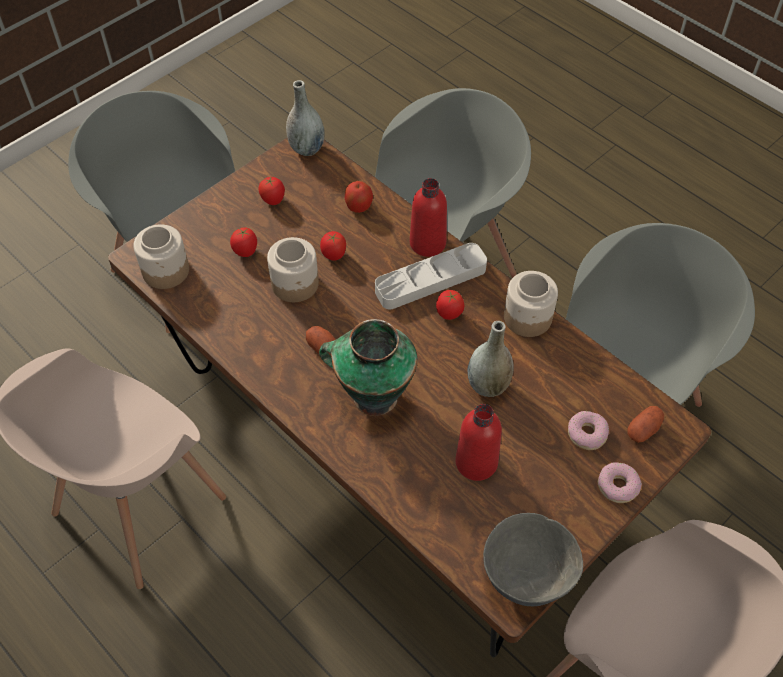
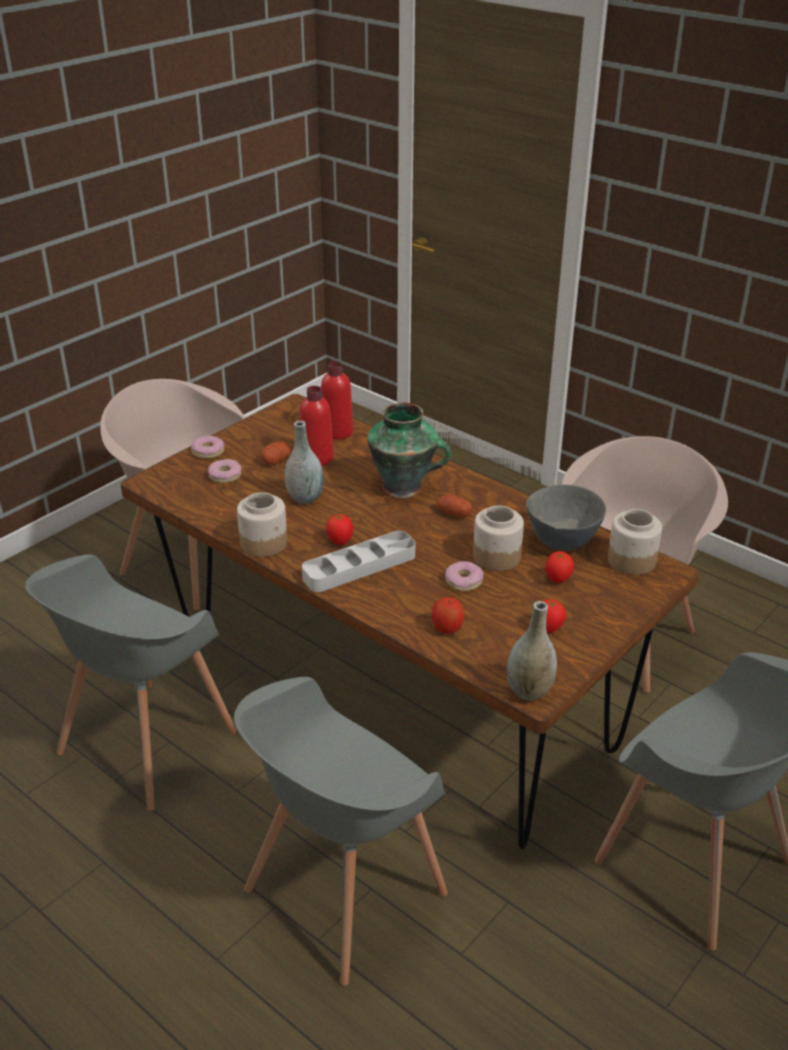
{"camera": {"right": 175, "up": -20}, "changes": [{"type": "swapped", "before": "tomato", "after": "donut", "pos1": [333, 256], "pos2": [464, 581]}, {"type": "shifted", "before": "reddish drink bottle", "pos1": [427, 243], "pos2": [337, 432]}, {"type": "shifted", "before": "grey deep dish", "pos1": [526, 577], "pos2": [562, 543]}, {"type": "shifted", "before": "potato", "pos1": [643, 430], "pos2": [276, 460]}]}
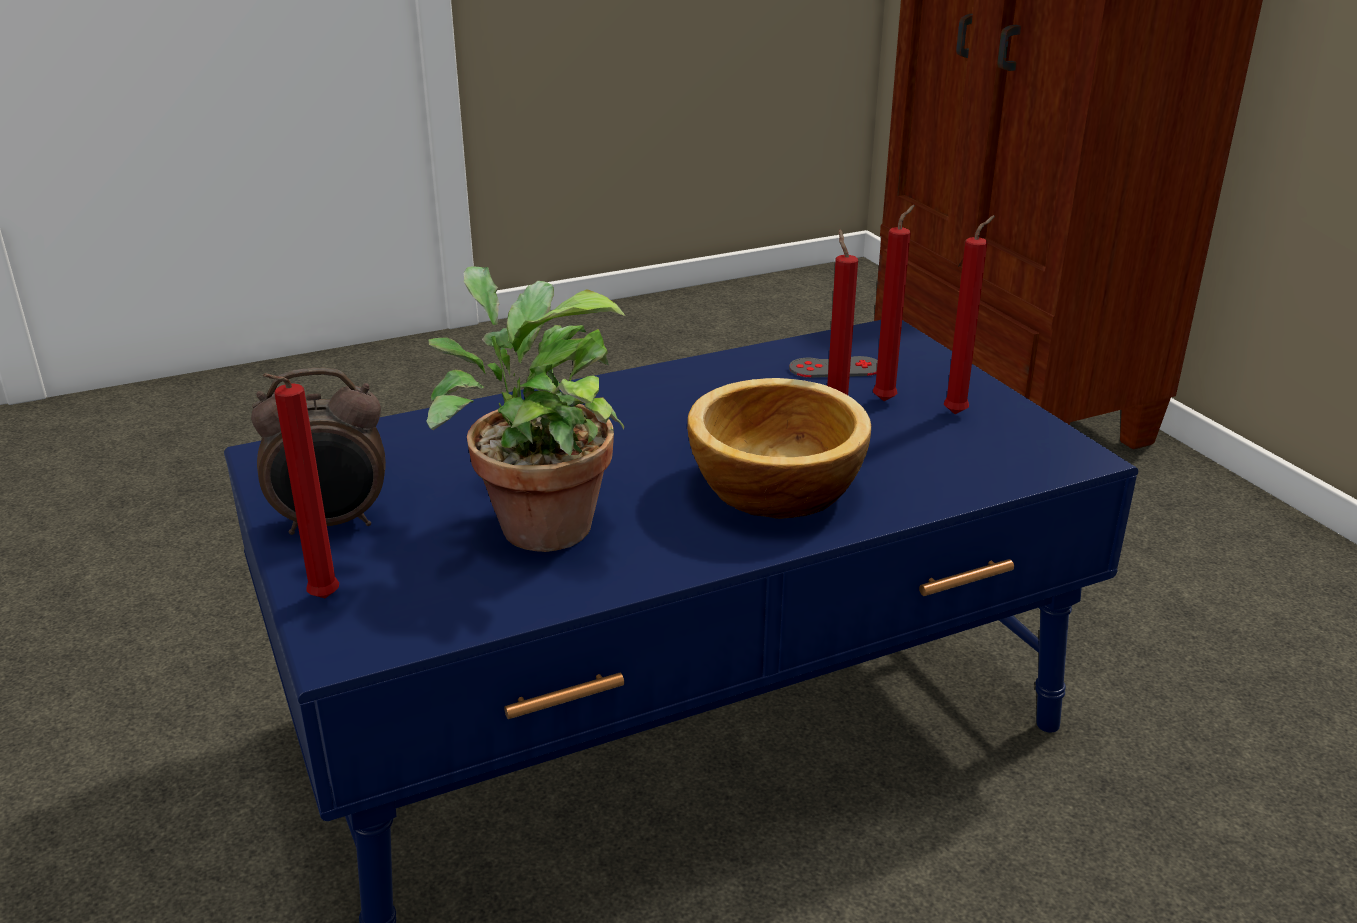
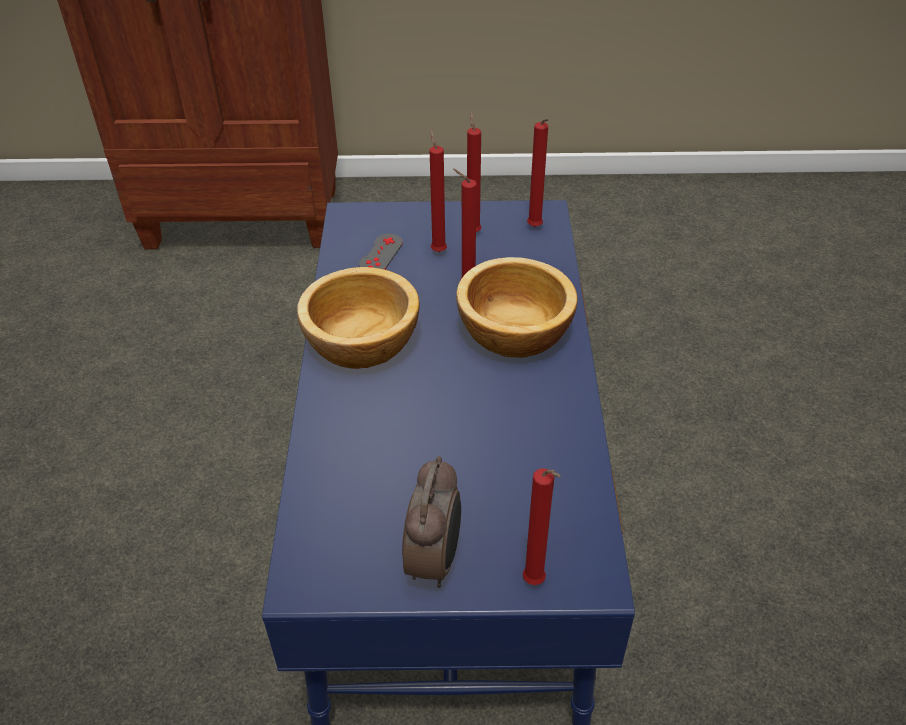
{"camera": {"right": -65, "up": 15}, "changes": [{"type": "gone", "before": "houseplant", "pos1": [536, 523]}, {"type": "new", "after": "deep dish", "pos2": [361, 344]}, {"type": "new", "after": "reddish wax candle", "pos2": [535, 228]}]}
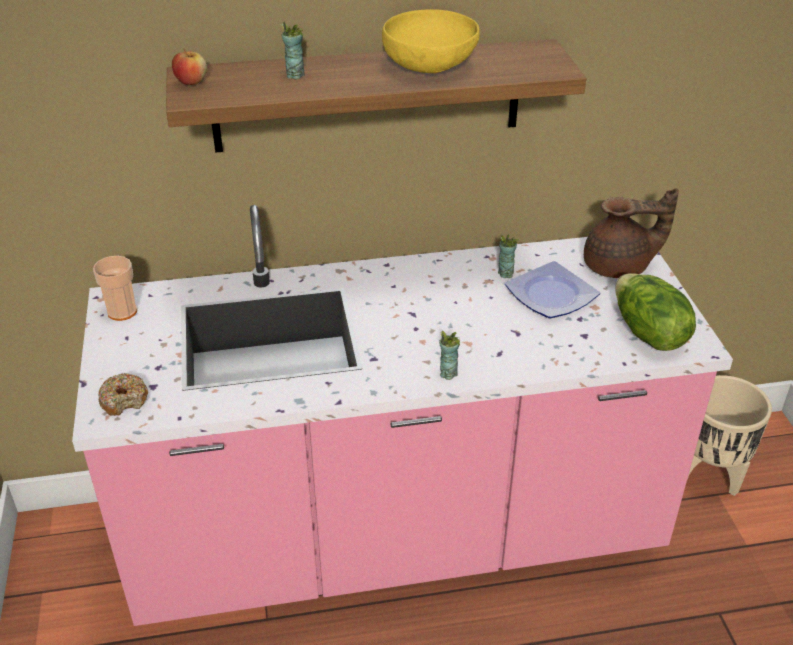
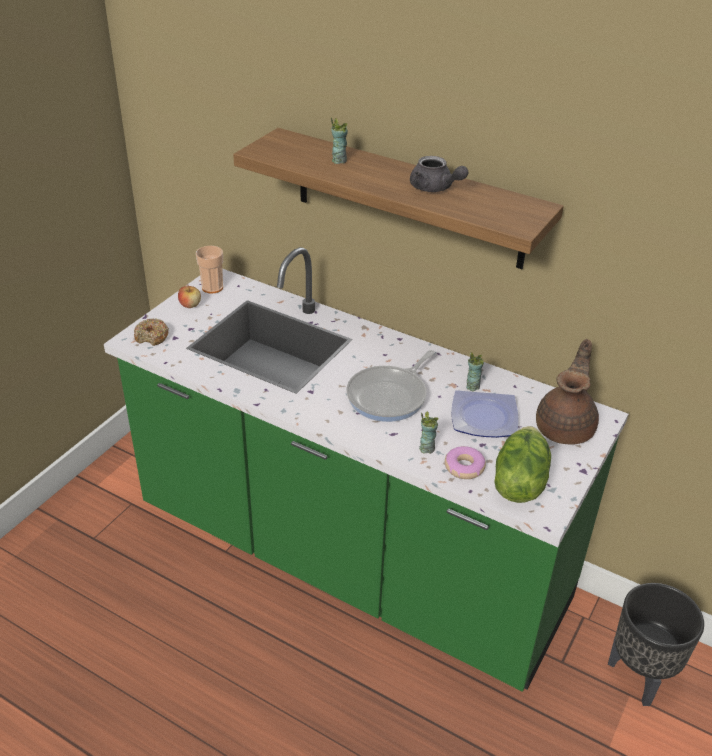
{"camera": {"right": 40, "up": 0}, "changes": [{"type": "repainted", "before": "pinkish kitchen counter", "after": "greenish kitchen counter", "pos1": [396, 539], "pos2": [350, 559]}, {"type": "shifted", "before": "apple fruit", "pos1": [191, 82], "pos2": [190, 305]}, {"type": "swapped", "before": "yellowish deep dish", "after": "grey teapot", "pos1": [431, 65], "pos2": [435, 188]}, {"type": "shifted", "before": "drinking cup", "pos1": [448, 373], "pos2": [426, 448]}, {"type": "rotated", "before": "brown-coloured teapot", "pos1": [619, 267], "pos2": [566, 427], "turn": -105}, {"type": "repainted", "before": "beige plant pot", "after": "black plant pot", "pos1": [708, 475], "pos2": [638, 676]}, {"type": "new", "after": "pan", "pos2": [390, 396]}, {"type": "new", "after": "donut", "pos2": [464, 467]}]}
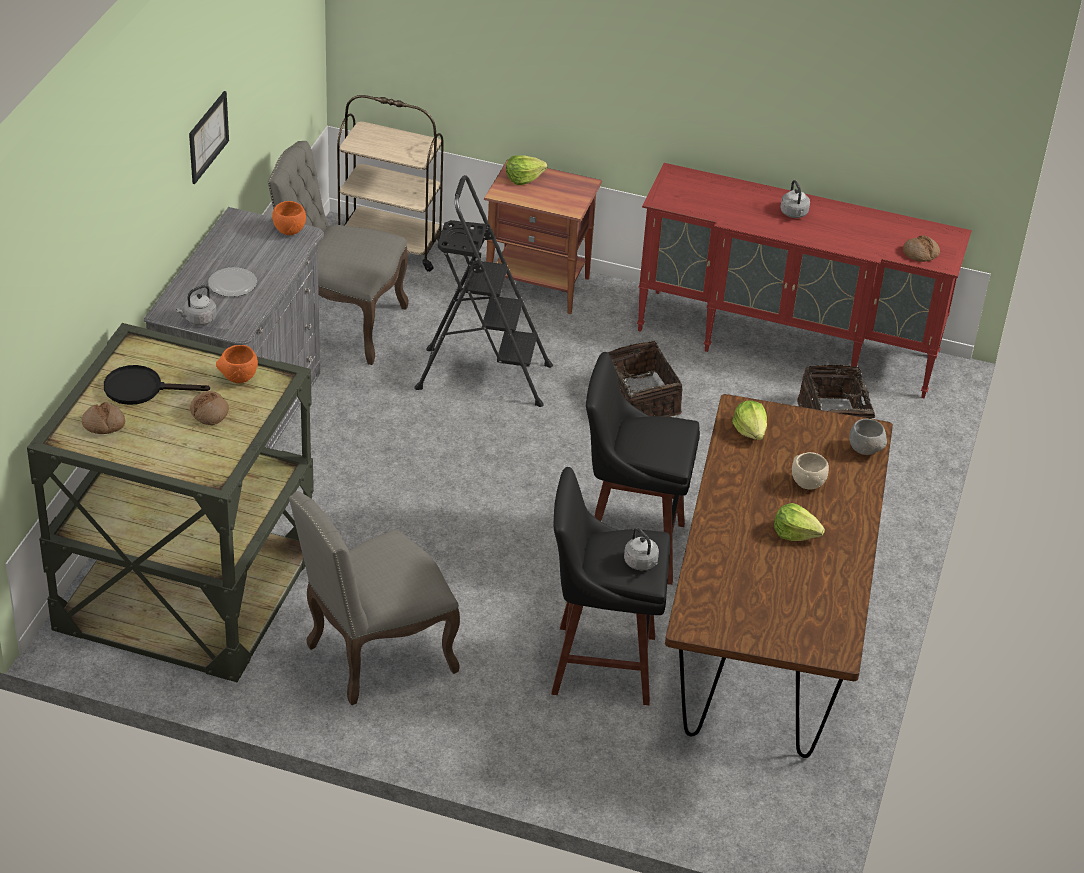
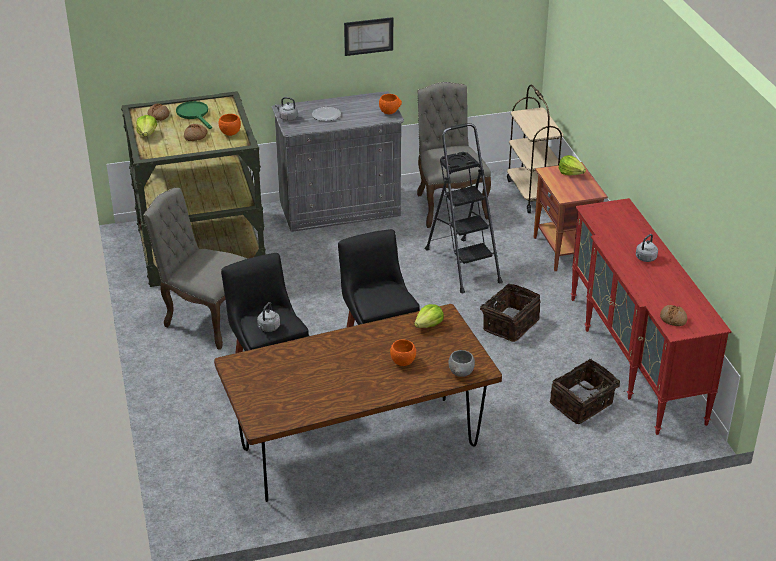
{"camera": {"right": 60, "up": -5}, "changes": [{"type": "repainted", "before": "black pan", "after": "greenish pan", "pos1": [142, 389], "pos2": [194, 114]}, {"type": "shifted", "before": "lettuce", "pos1": [795, 533], "pos2": [147, 134]}, {"type": "repainted", "before": "beige deep dish", "after": "orange-coloured deep dish", "pos1": [807, 484], "pos2": [403, 362]}]}
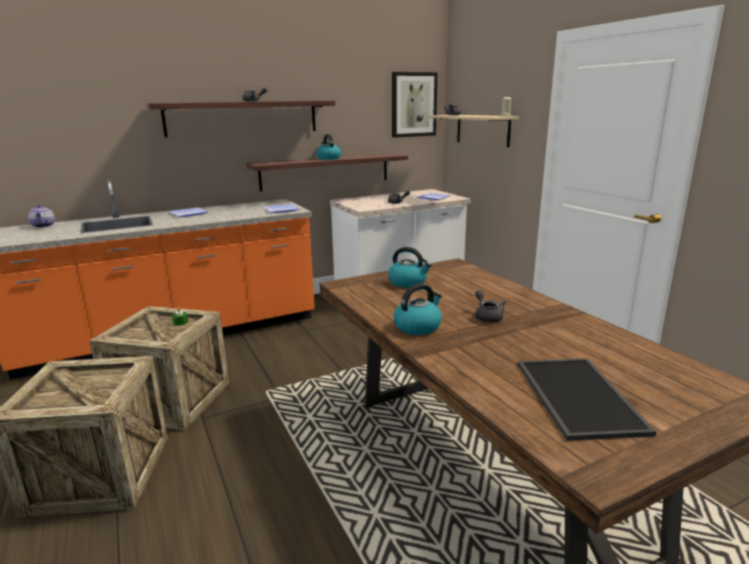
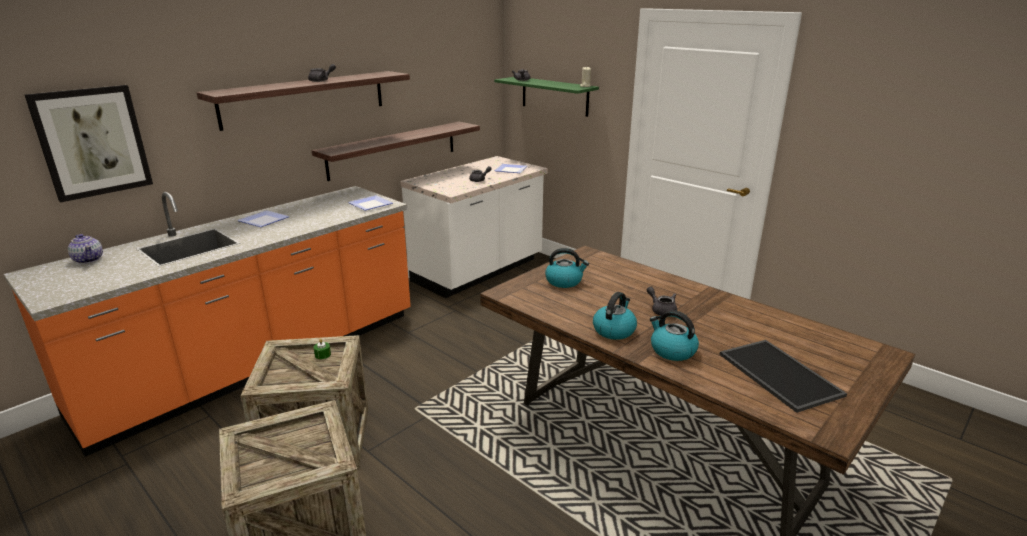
{"camera": {"right": -20, "up": 5}, "changes": [{"type": "shifted", "before": "kettle", "pos1": [328, 158], "pos2": [672, 350]}, {"type": "shifted", "before": "wall art", "pos1": [413, 105], "pos2": [92, 142]}, {"type": "repainted", "before": "beige shelf", "after": "greenish shelf", "pos1": [482, 130], "pos2": [554, 96]}]}
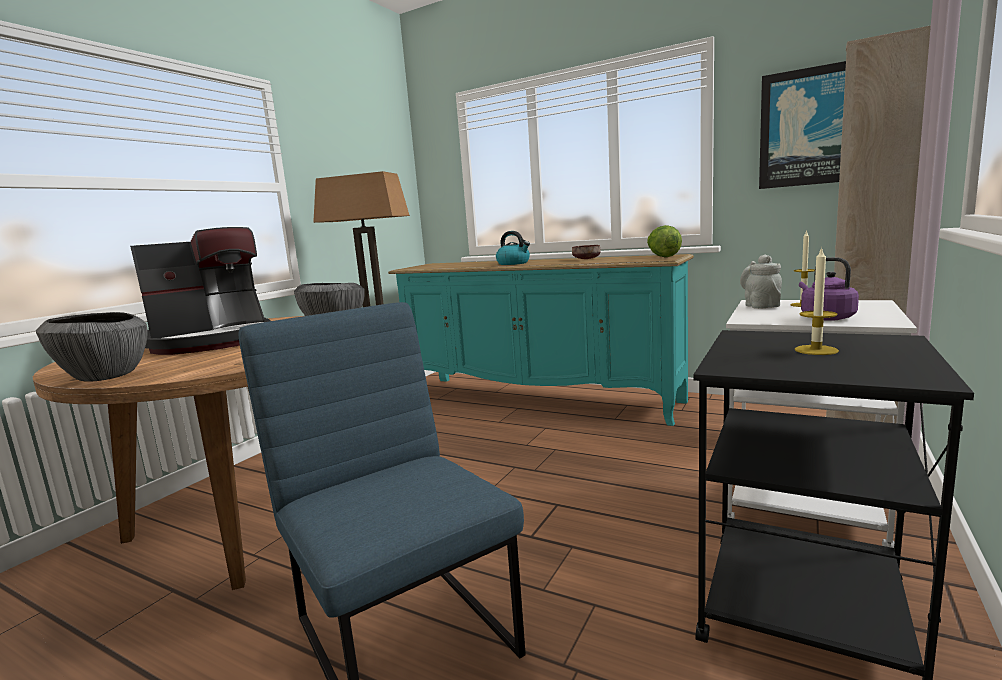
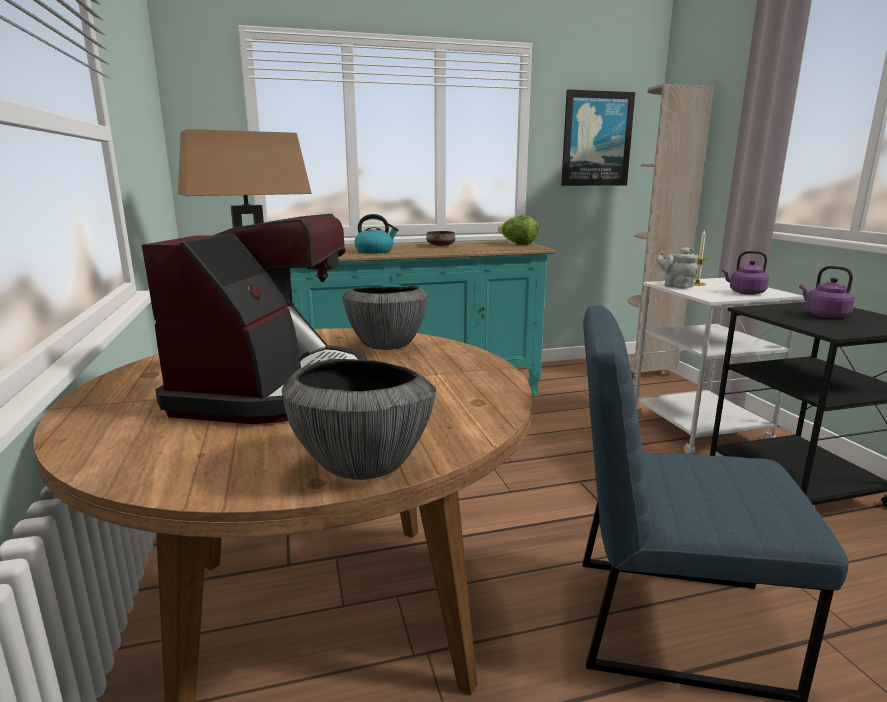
{"camera": {"right": -45, "up": 5}, "changes": [{"type": "swapped", "before": "wax candle", "after": "purple-coloured kettle", "pos1": [816, 350], "pos2": [823, 315]}]}
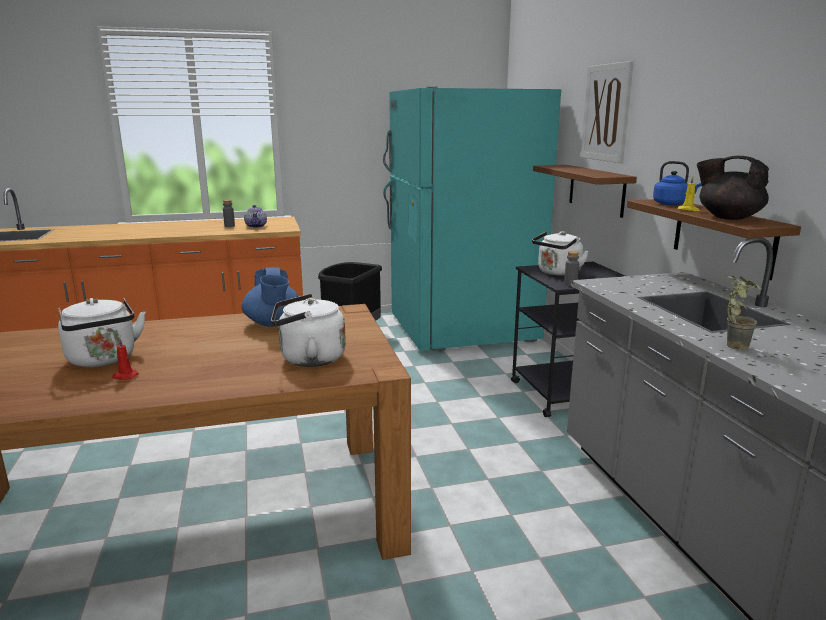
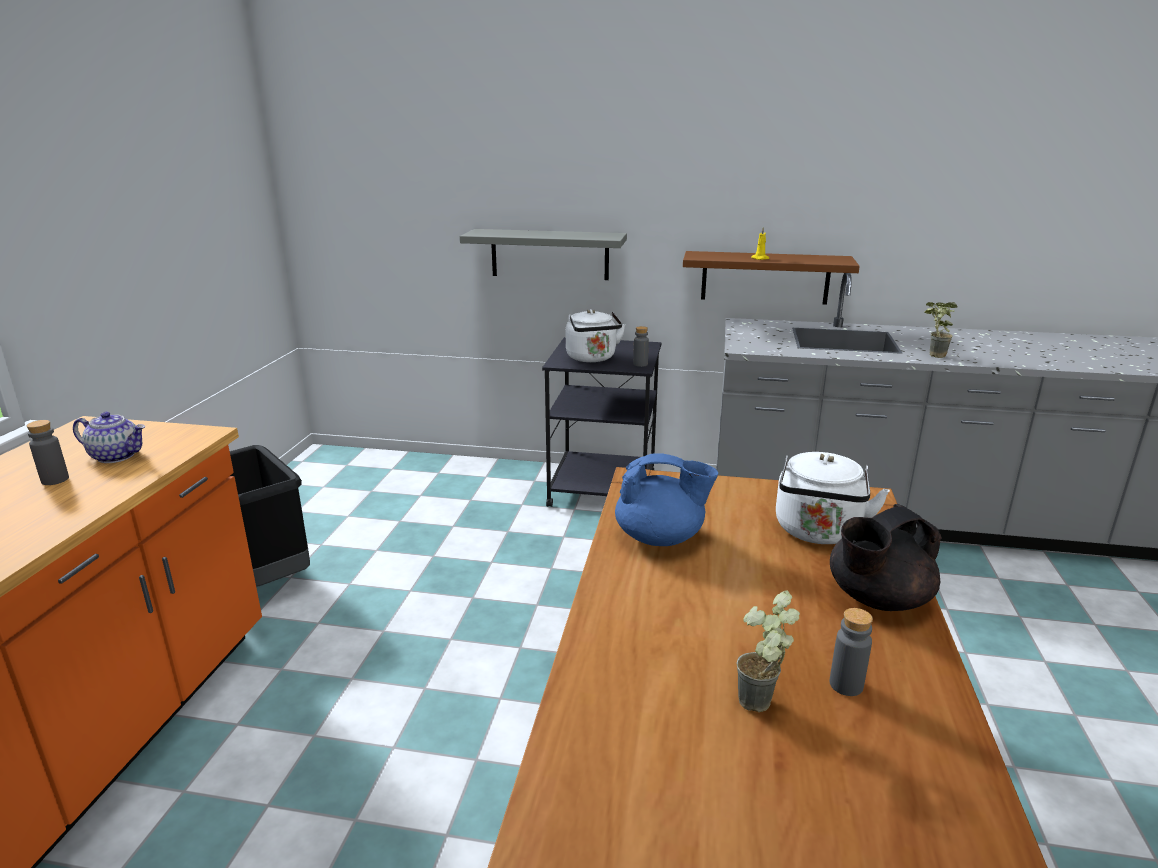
{"camera": {"right": -65, "up": 5}, "changes": [{"type": "swapped", "before": "white-coloured kettle", "after": "houseplant", "pos1": [103, 360], "pos2": [761, 708]}, {"type": "swapped", "before": "reddish wax candle", "after": "grey drink bottle", "pos1": [124, 376], "pos2": [846, 685]}, {"type": "gone", "before": "turquoise-coloured kitchen fridge", "pos1": [462, 328]}, {"type": "repainted", "before": "brown-coloured shelf", "after": "grey shelf", "pos1": [596, 190], "pos2": [549, 254]}, {"type": "gone", "before": "wall art", "pos1": [606, 113]}, {"type": "gone", "before": "blue kettle", "pos1": [672, 204]}, {"type": "shifted", "before": "black teapot", "pos1": [728, 217], "pos2": [876, 599]}]}
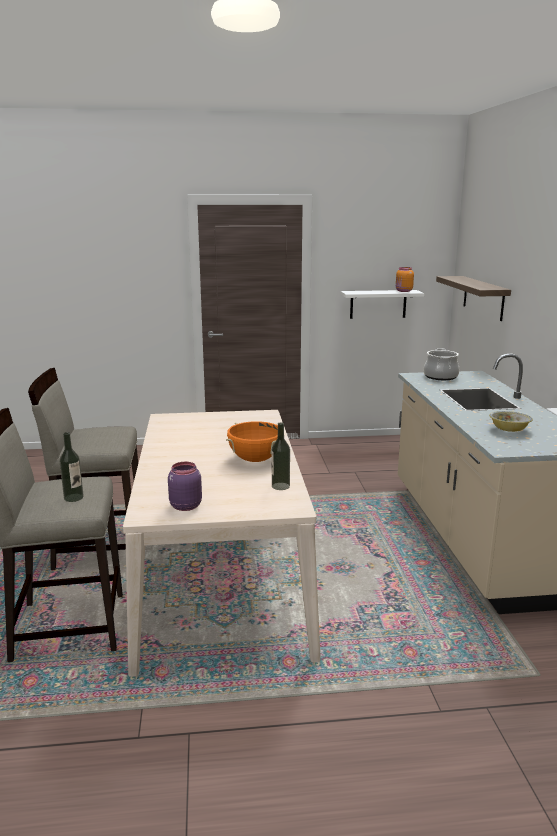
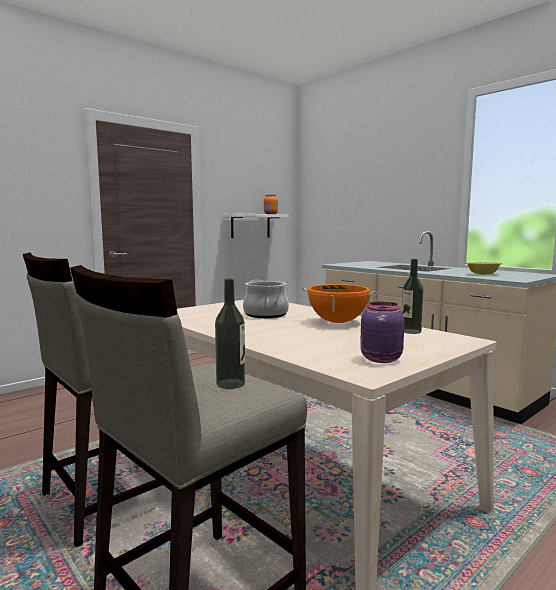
{"camera": {"right": -35, "up": -10}, "changes": [{"type": "shifted", "before": "cooking pot", "pos1": [440, 376], "pos2": [265, 314]}, {"type": "gone", "before": "shelf", "pos1": [483, 297]}]}
